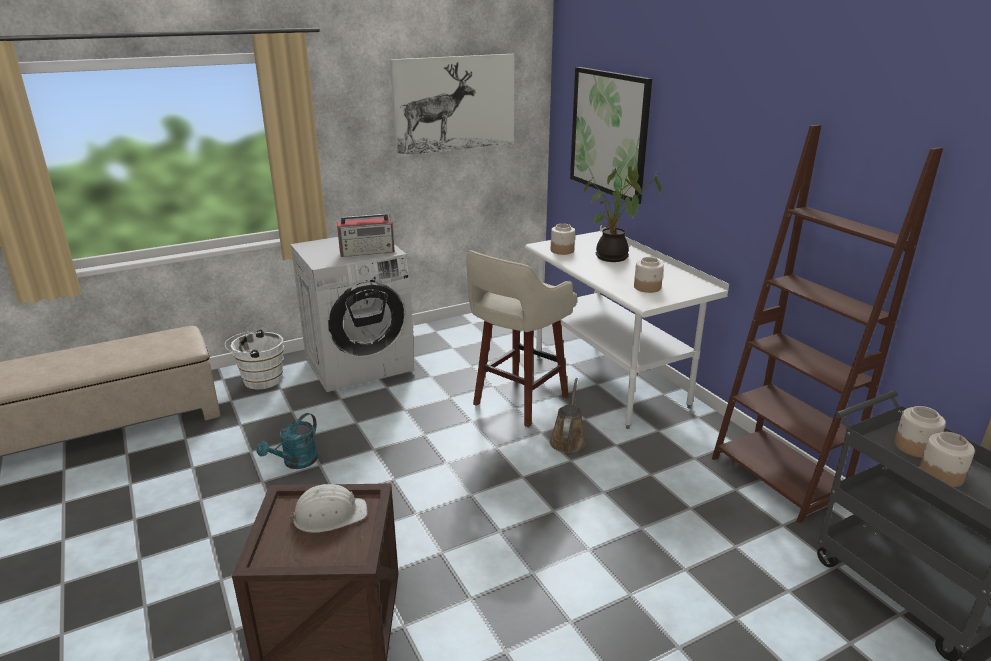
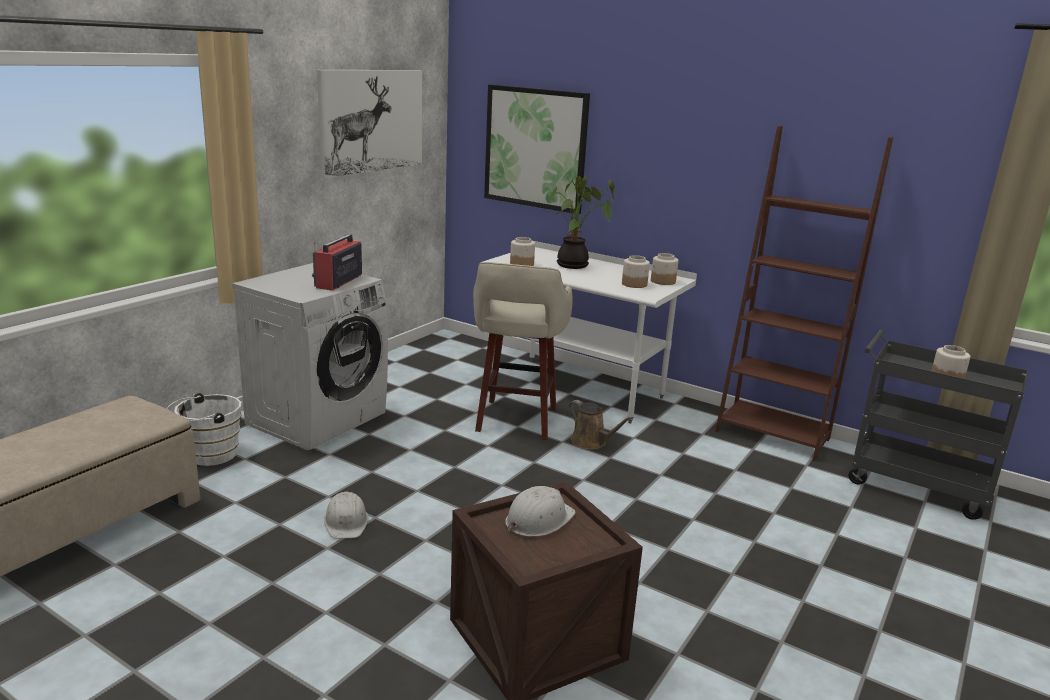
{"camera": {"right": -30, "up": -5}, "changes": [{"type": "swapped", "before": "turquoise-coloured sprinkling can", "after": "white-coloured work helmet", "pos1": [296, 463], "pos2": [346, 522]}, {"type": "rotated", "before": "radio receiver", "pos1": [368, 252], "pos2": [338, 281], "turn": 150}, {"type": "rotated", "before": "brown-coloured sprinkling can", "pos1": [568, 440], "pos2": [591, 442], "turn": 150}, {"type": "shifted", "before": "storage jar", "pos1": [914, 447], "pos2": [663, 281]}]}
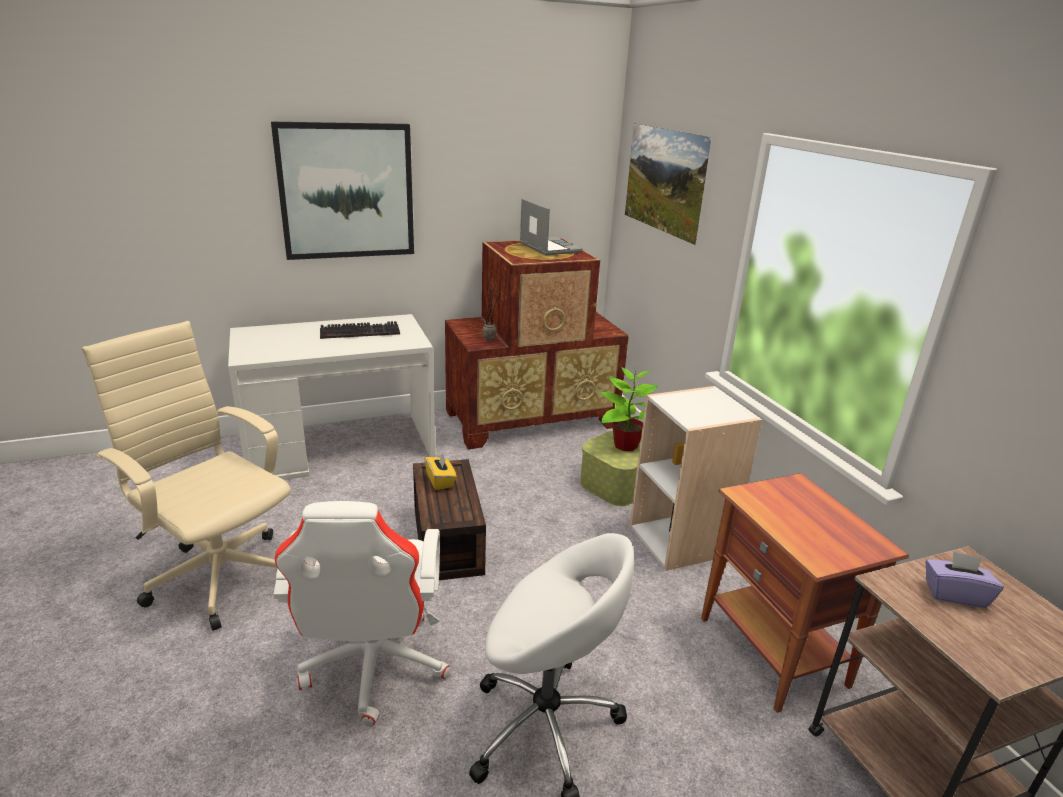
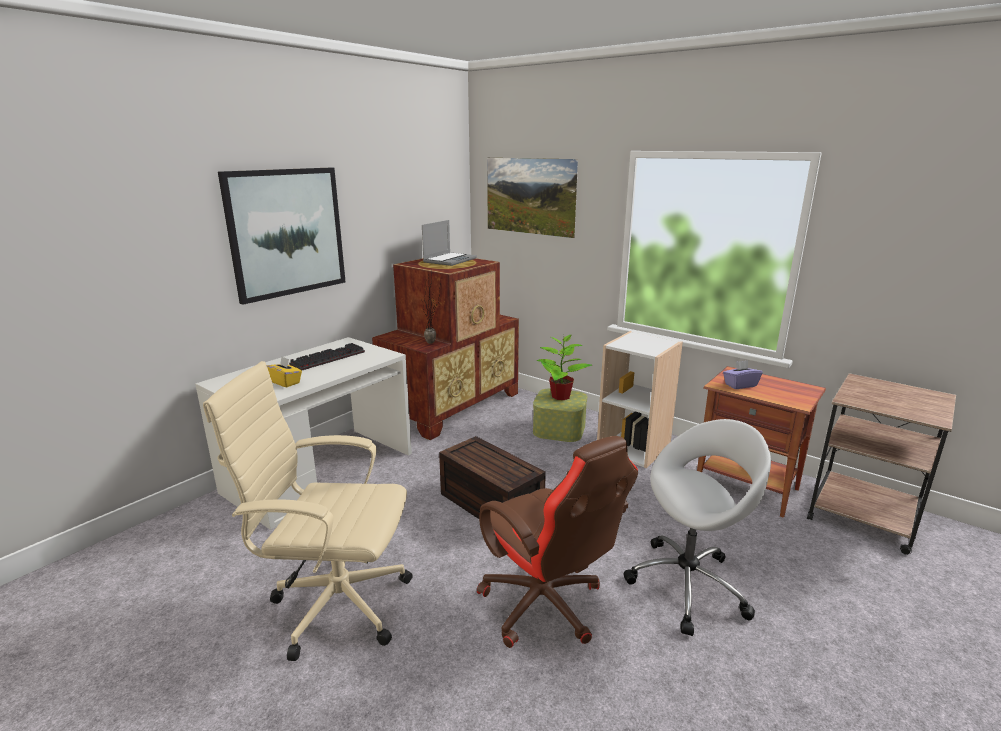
{"camera": {"right": -30, "up": -5}, "changes": [{"type": "repainted", "before": "white-coloured computer chair", "after": "brown-coloured computer chair", "pos1": [372, 674], "pos2": [547, 611]}, {"type": "shifted", "before": "yellowish tissue box", "pos1": [440, 481], "pos2": [285, 382]}, {"type": "rotated", "before": "portable computer", "pos1": [548, 247], "pos2": [449, 260], "turn": 90}, {"type": "shifted", "before": "purple-coloured tissue box", "pos1": [954, 594], "pos2": [740, 385]}]}
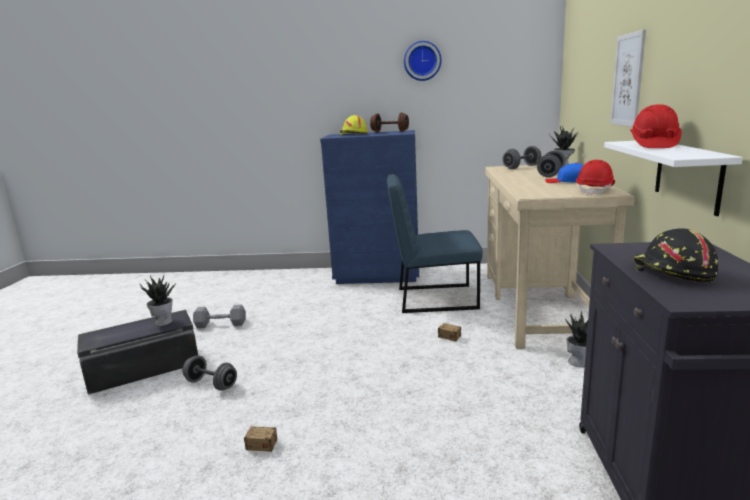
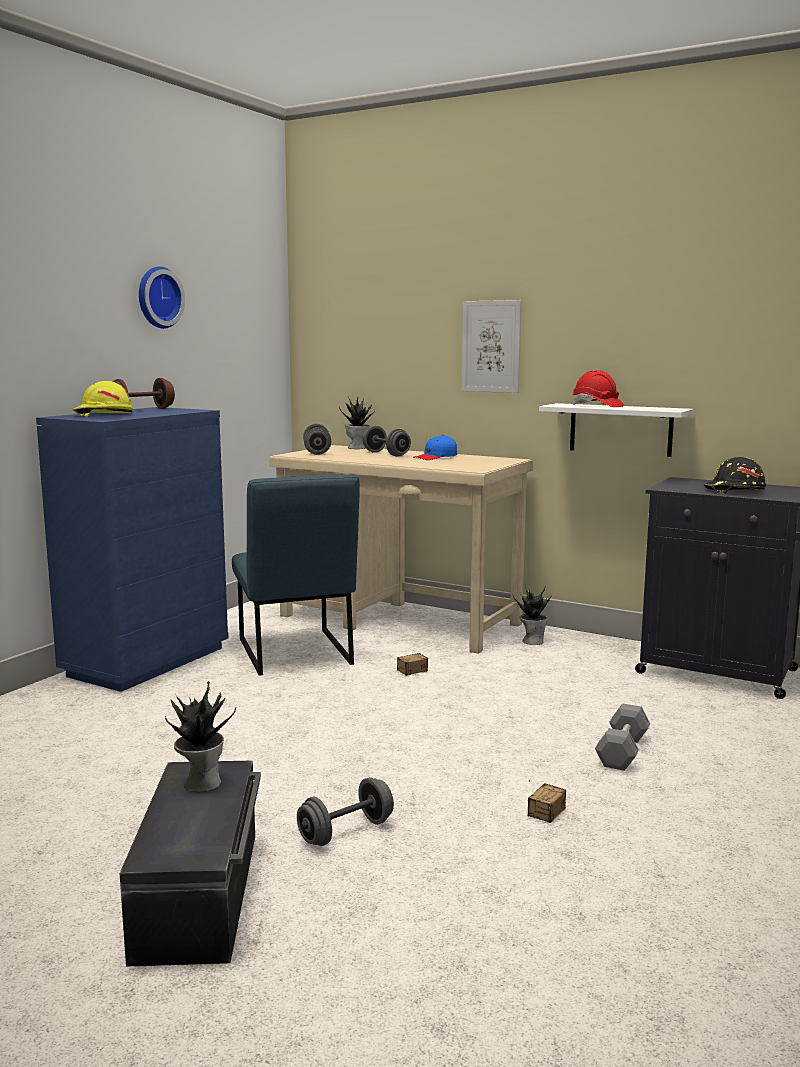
{"camera": {"right": -65, "up": -5}, "changes": [{"type": "shifted", "before": "grey hand weight", "pos1": [221, 324], "pos2": [622, 751]}, {"type": "rotated", "before": "blue chair", "pos1": [434, 298], "pos2": [294, 653], "turn": -45}, {"type": "gone", "before": "reddish work helmet", "pos1": [595, 191]}]}
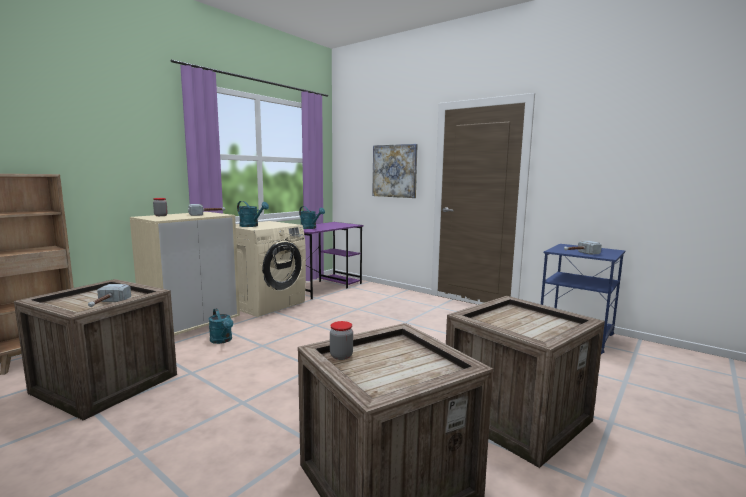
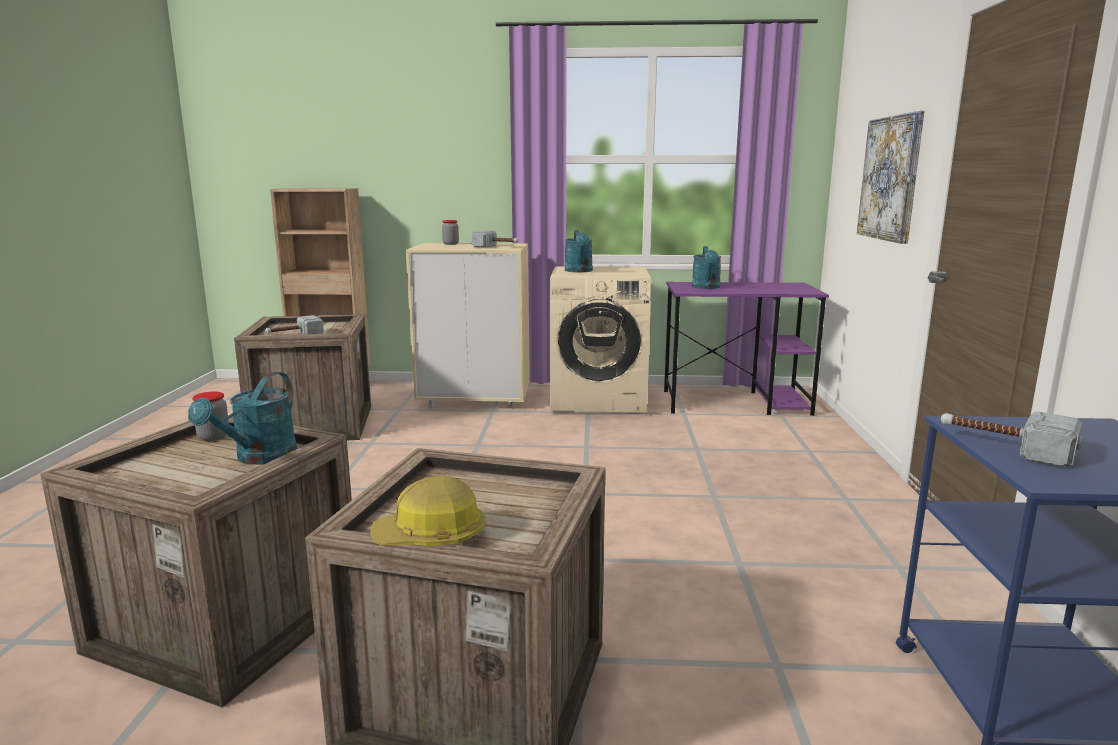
{"camera": {"right": 55, "up": 5}, "changes": [{"type": "shifted", "before": "turquoise-coloured sprinkling can", "pos1": [222, 340], "pos2": [259, 458]}, {"type": "new", "after": "work helmet", "pos2": [431, 536]}]}
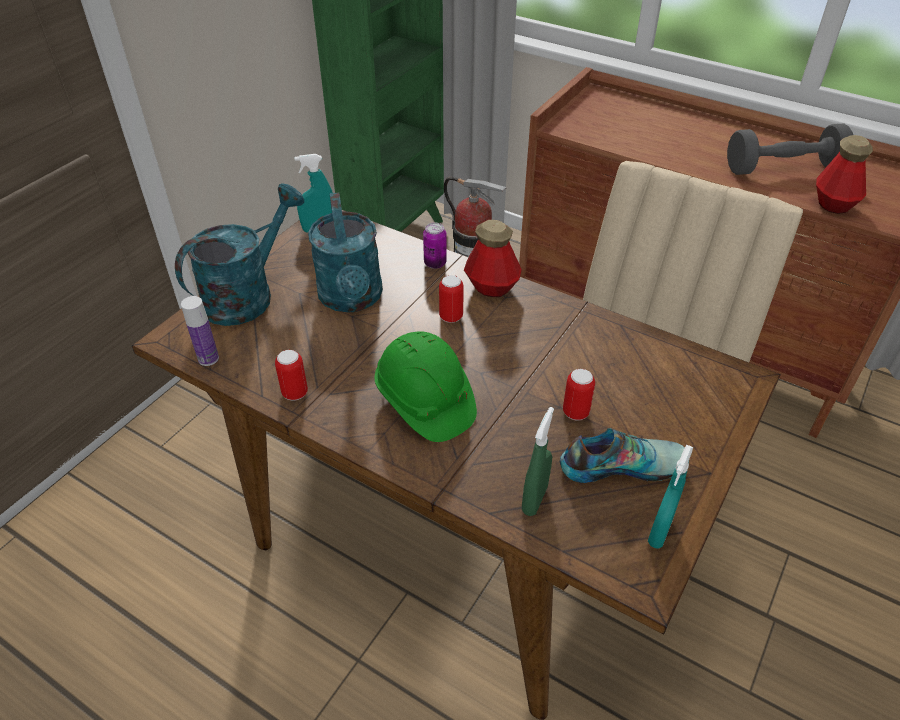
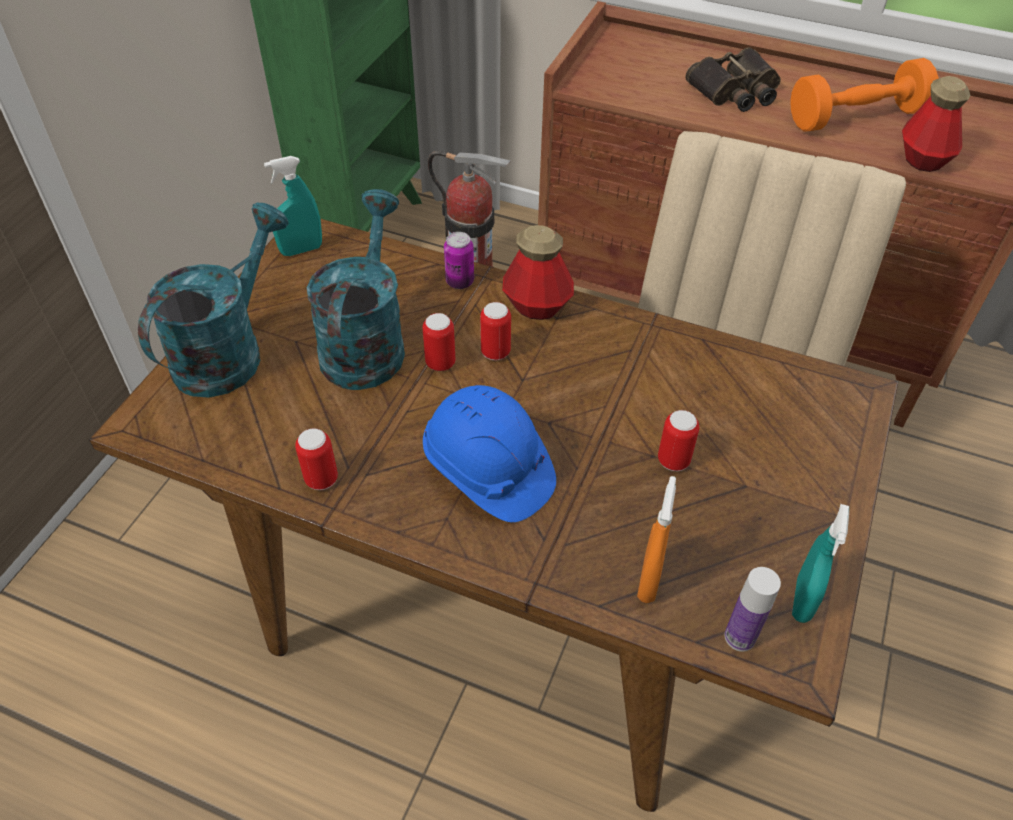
{"camera": {"right": -10, "up": 5}, "changes": [{"type": "shifted", "before": "drink bottle", "pos1": [208, 358], "pos2": [739, 637]}, {"type": "rotated", "before": "turquoise-coloured sprinkling can", "pos1": [352, 299], "pos2": [365, 342], "turn": -150}, {"type": "repainted", "before": "greenish work helmet", "after": "blue work helmet", "pos1": [424, 402], "pos2": [488, 470]}, {"type": "repainted", "before": "greenish sprayer", "after": "orange-coloured sprayer", "pos1": [534, 499], "pos2": [649, 580]}, {"type": "gone", "before": "item of footwear", "pos1": [621, 463]}, {"type": "repainted", "before": "grey hand weight", "after": "orange-coloured hand weight", "pos1": [783, 168], "pos2": [856, 118]}, {"type": "new", "after": "metal can", "pos2": [440, 363]}, {"type": "new", "after": "pair of binoculars", "pos2": [736, 91]}]}
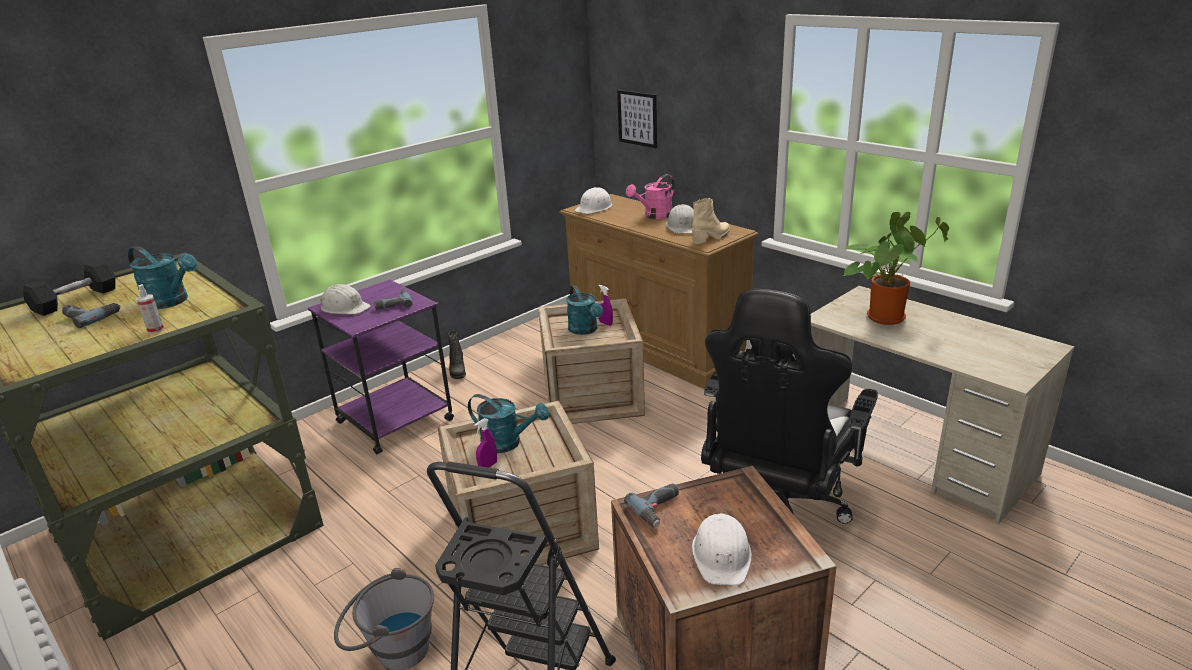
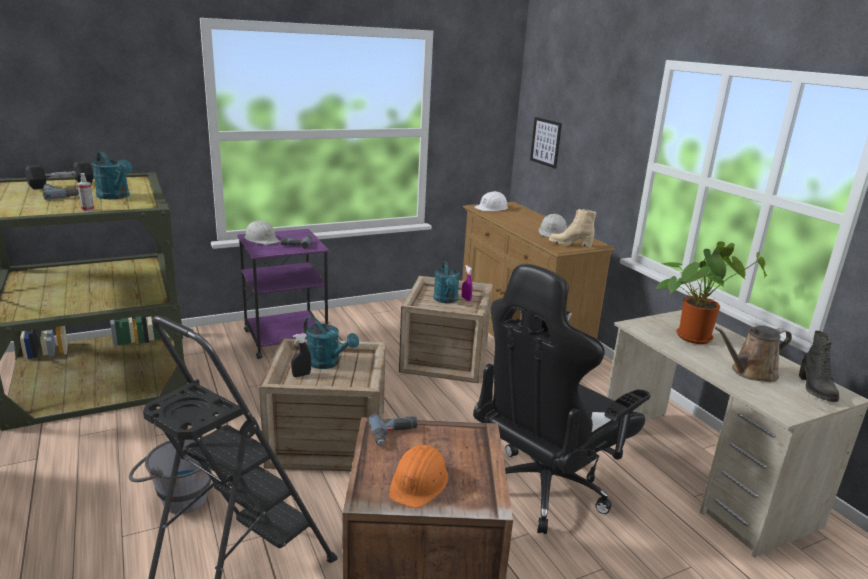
{"camera": {"right": 15, "up": -5}, "changes": [{"type": "shifted", "before": "black boot", "pos1": [457, 371], "pos2": [815, 389]}, {"type": "repainted", "before": "purple-coloured sprayer", "after": "black sprayer", "pos1": [488, 466], "pos2": [301, 375]}, {"type": "gone", "before": "pinkish sprinkling can", "pos1": [654, 216]}, {"type": "rotated", "before": "beige boot", "pos1": [711, 237], "pos2": [570, 244], "turn": -150}, {"type": "repainted", "before": "white-coloured work helmet", "after": "orange-coloured work helmet", "pos1": [722, 555], "pos2": [419, 482]}, {"type": "new", "after": "brown-coloured sprinkling can", "pos2": [750, 372]}]}
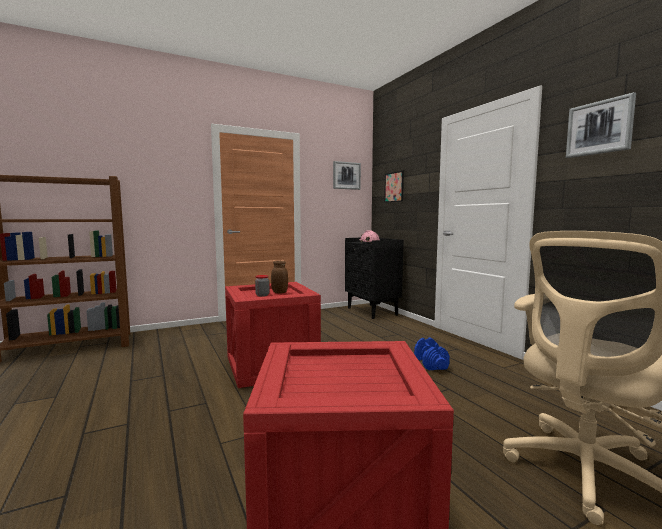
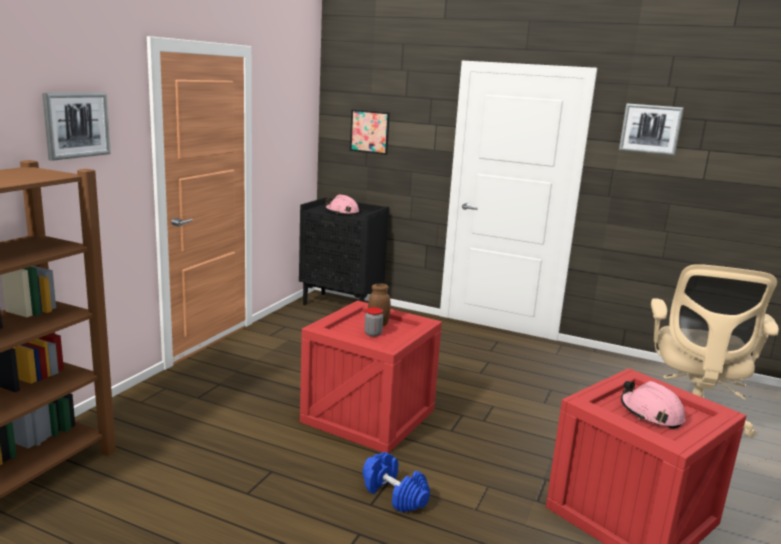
{"camera": {"right": -40, "up": 10}, "changes": [{"type": "shifted", "before": "wall art", "pos1": [346, 175], "pos2": [76, 125]}, {"type": "shifted", "before": "blue hand weight", "pos1": [430, 363], "pos2": [394, 495]}, {"type": "new", "after": "pinkish work helmet", "pos2": [651, 414]}]}
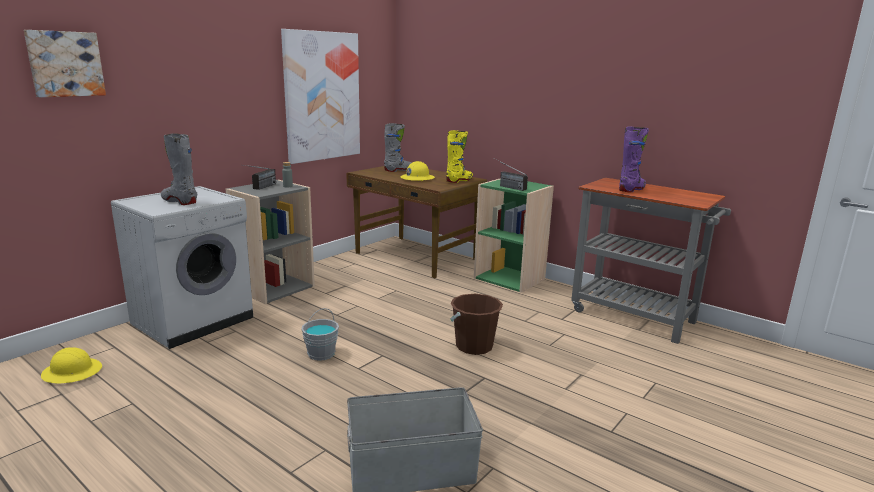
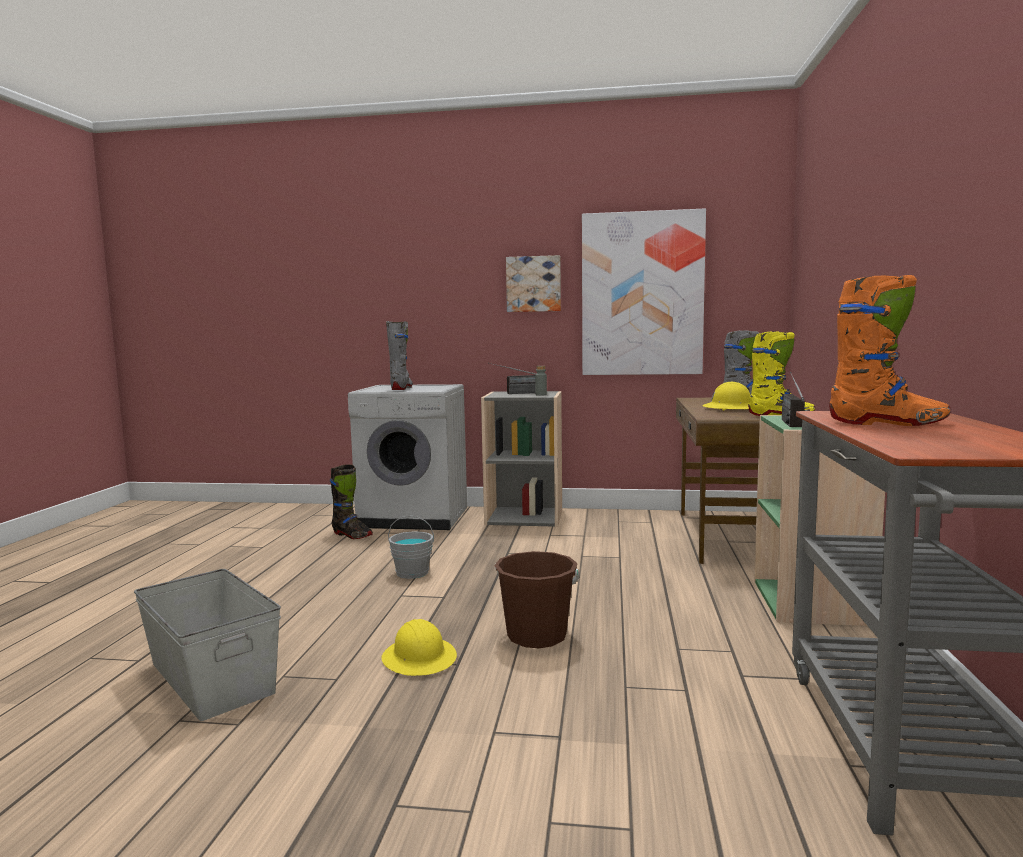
{"camera": {"right": 60, "up": -10}, "changes": [{"type": "shifted", "before": "wall art", "pos1": [65, 64], "pos2": [533, 284]}, {"type": "shifted", "before": "yellowish work helmet", "pos1": [72, 372], "pos2": [419, 658]}, {"type": "repainted", "before": "purple-coloured boot", "after": "orange-coloured boot", "pos1": [632, 189], "pos2": [887, 423]}, {"type": "new", "after": "black boot", "pos2": [351, 535]}]}
